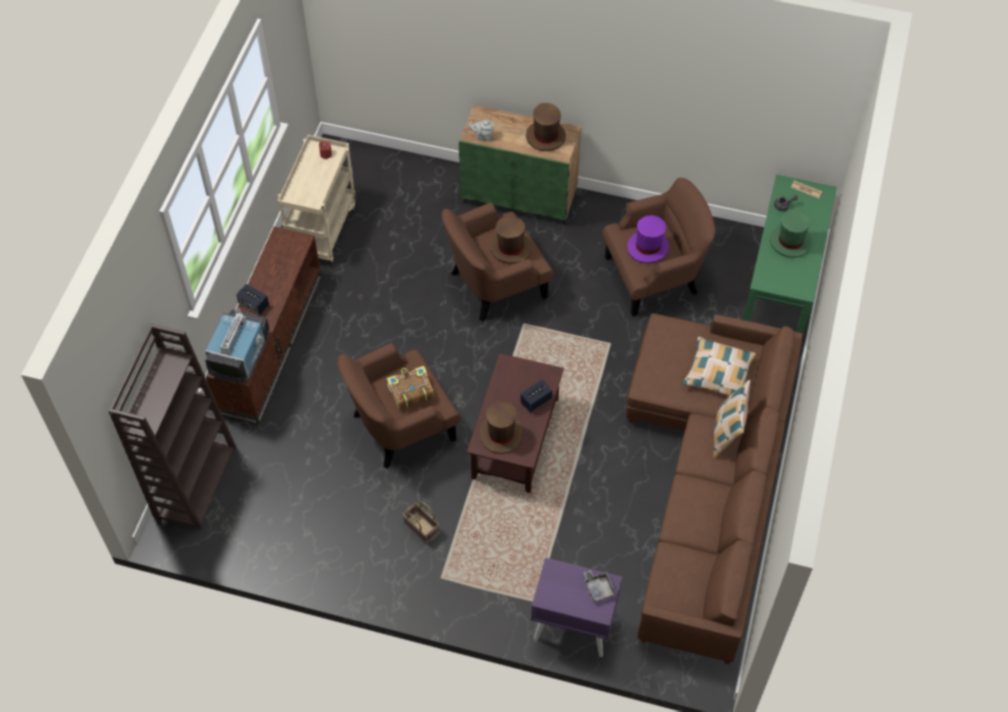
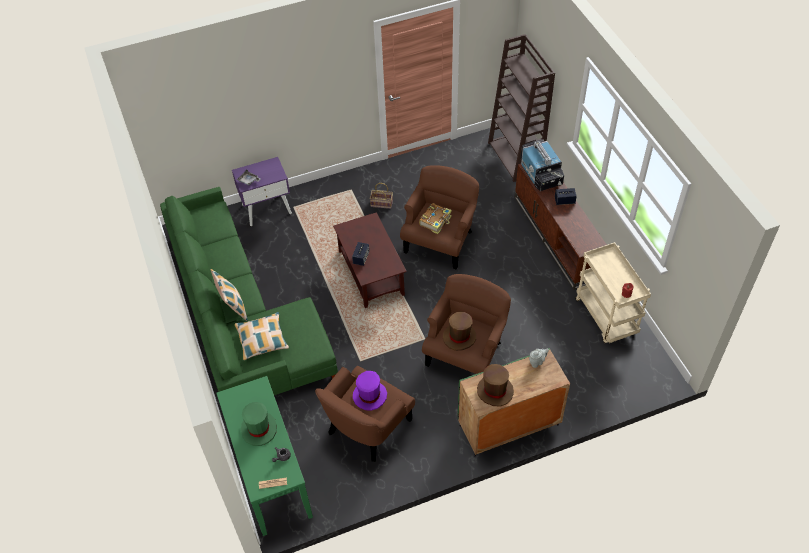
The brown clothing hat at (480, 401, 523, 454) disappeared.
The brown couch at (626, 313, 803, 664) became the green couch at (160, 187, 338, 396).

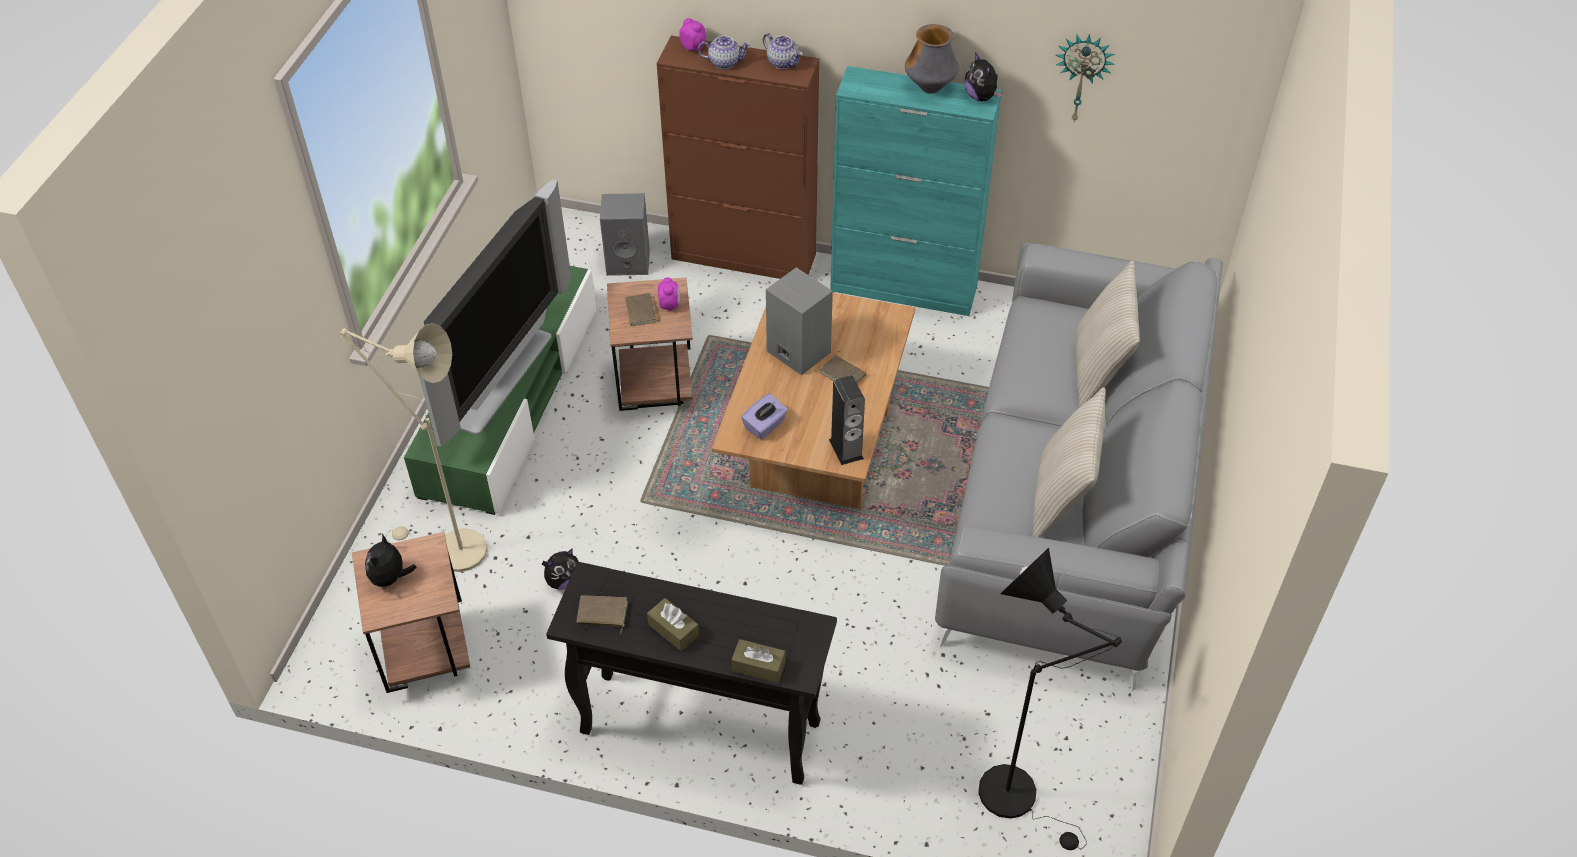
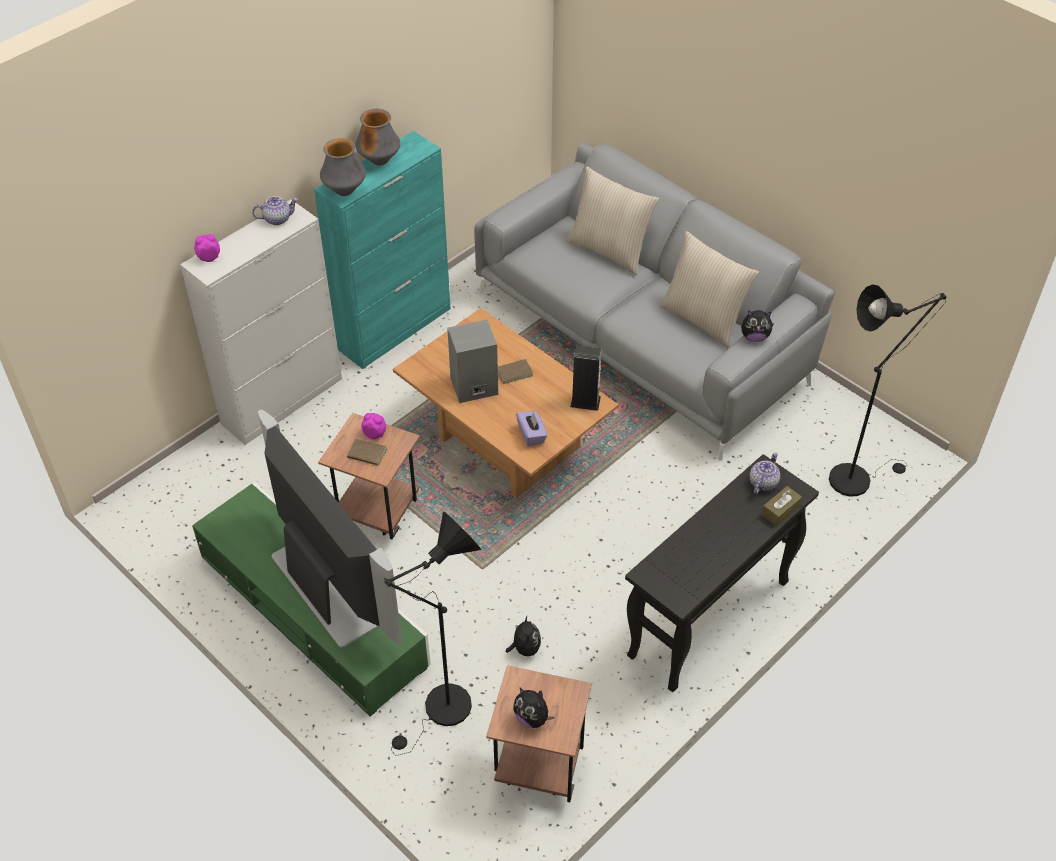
The beige floor lamp at (340, 323, 487, 572) became the black-coloured floor lamp at (384, 512, 481, 756).
The brown volume at (576, 595, 628, 634) disappeared.
The greyish speaker at (600, 193, 650, 276) disappeared.
The brown box of tissues at (647, 598, 699, 651) disappeared.
The brown storage cabinet at (657, 35, 819, 279) became the white storage cabinet at (180, 199, 342, 445).
The tea pot moved from (697, 36, 751, 69) to (750, 452, 780, 494).
The cuddly toy moved from (965, 52, 1001, 101) to (741, 310, 774, 342).
The clock on the wall at (1055, 34, 1114, 122) disappeared.
The decorative vase at (320, 138, 366, 196) appeared.

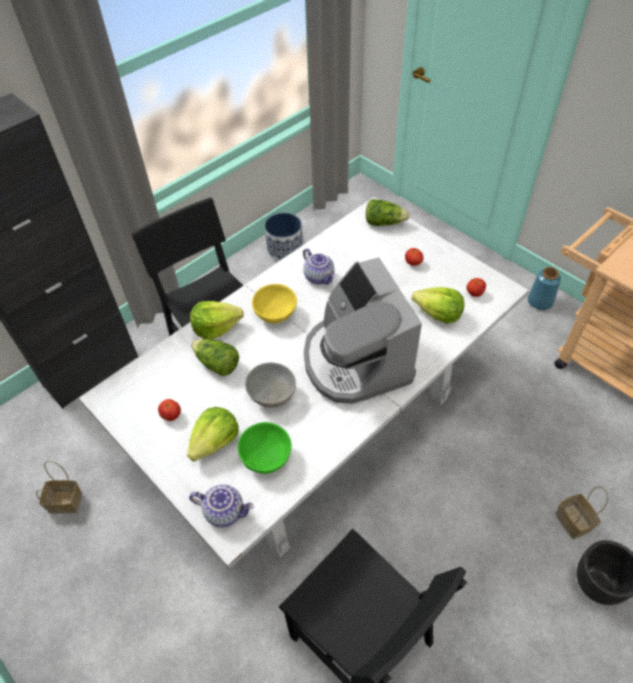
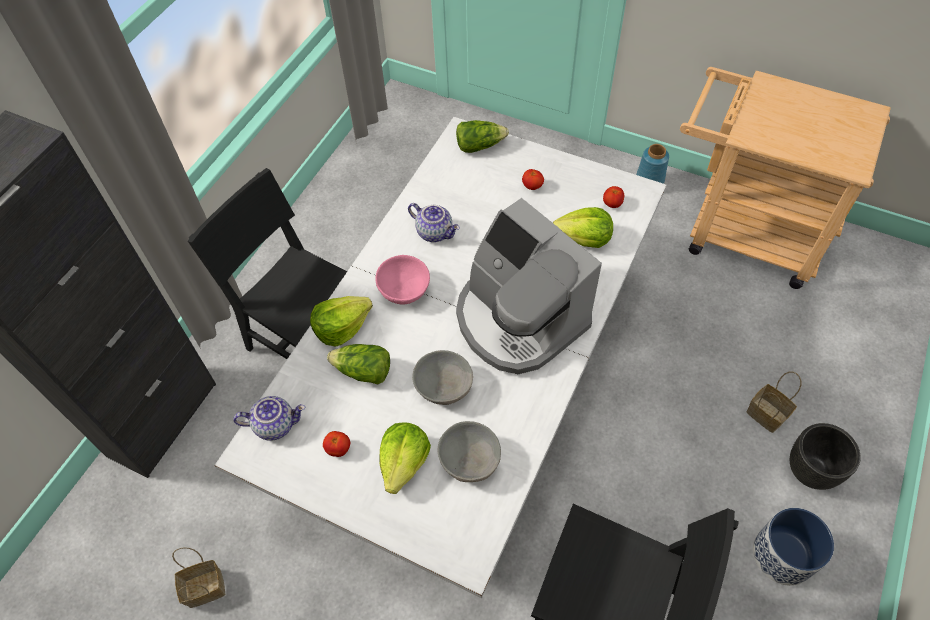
The tea pot moved from (189, 484, 254, 527) to (233, 396, 305, 441).
The green bowl at (238, 422, 291, 474) became the greyish bowl at (438, 421, 501, 482).
The yellowish bowl at (252, 284, 297, 323) became the pinkish bowl at (375, 255, 430, 304).
The plant pot moved from (264, 213, 303, 261) to (753, 508, 834, 586).

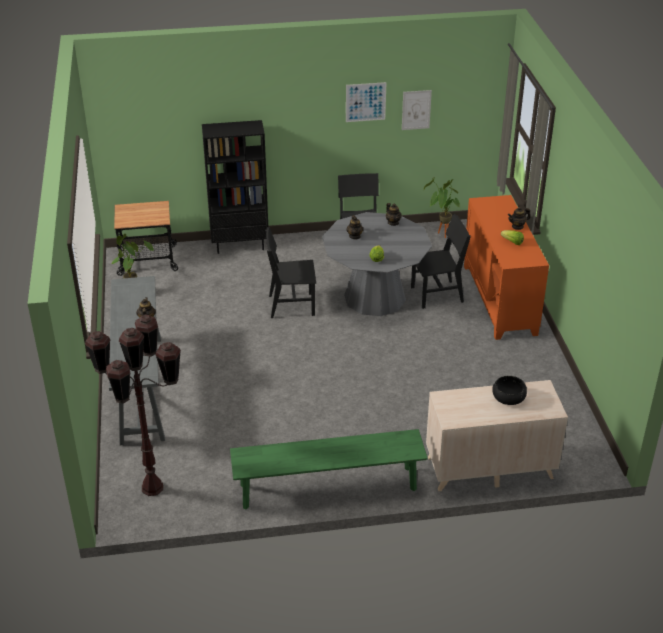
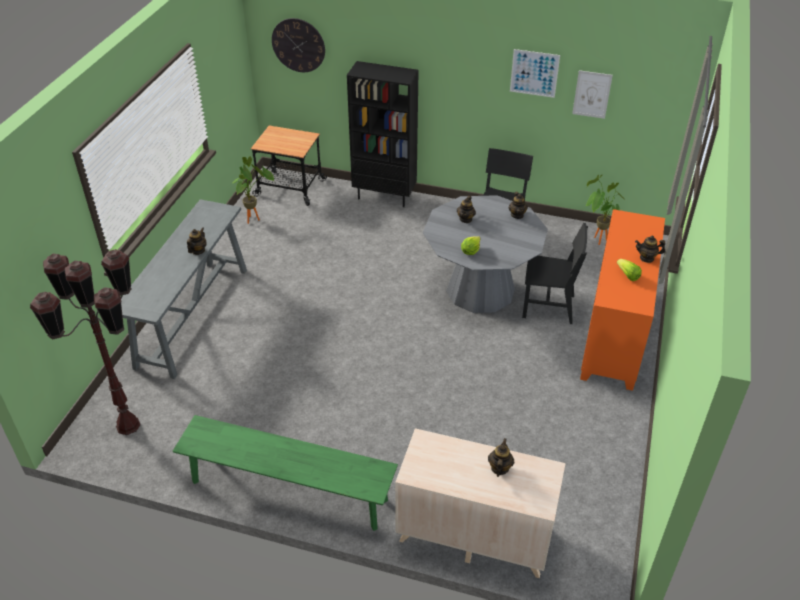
The black-coloured upright chair at (265, 227, 316, 318) disappeared.
The black-coloured bowl at (492, 376, 527, 405) was replaced by the tea pot at (488, 438, 515, 477).
The clock on the wall at (272, 18, 325, 72) appeared.

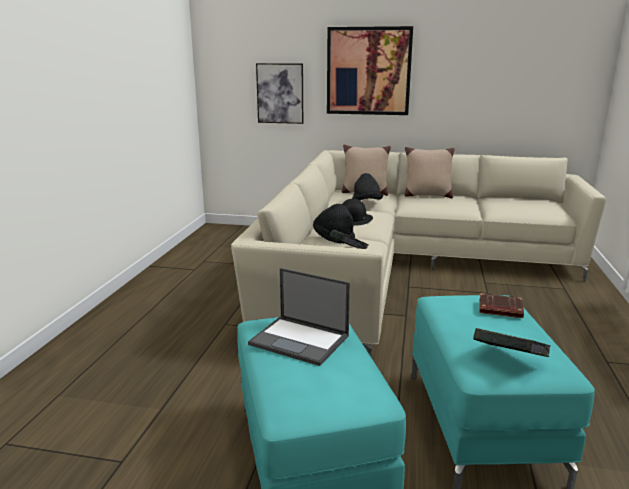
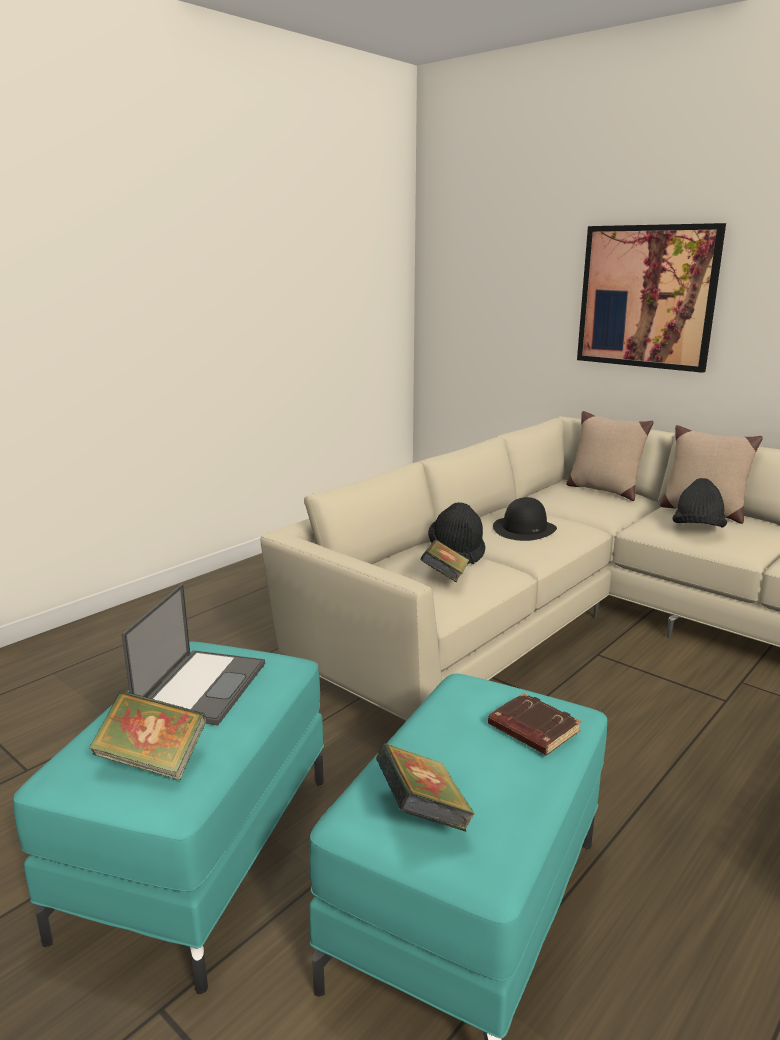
The portable computer at (248, 268, 350, 366) turned 135 degrees counterclockwise.
The wall picture at (256, 63, 303, 124) disappeared.
The black-coloured clothing hat moved from (352, 173, 383, 200) to (672, 478, 727, 528).
The volume at (89, 690, 207, 780) appeared.

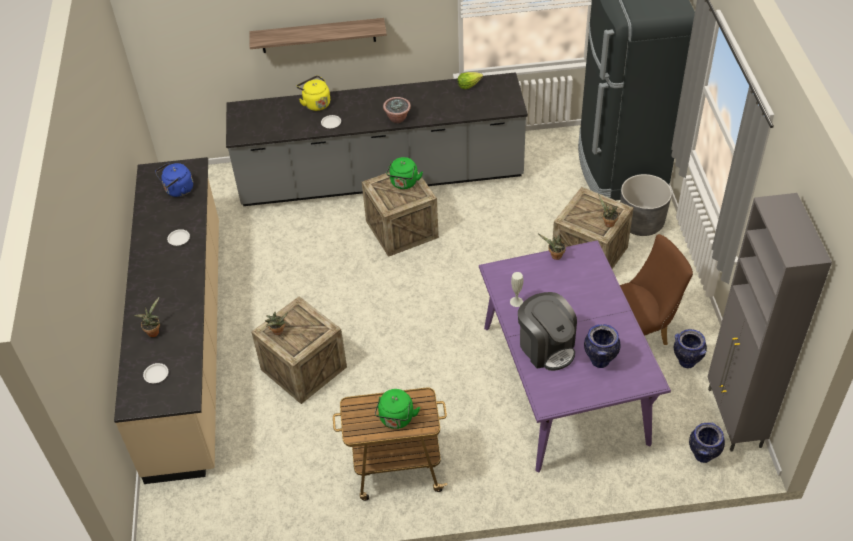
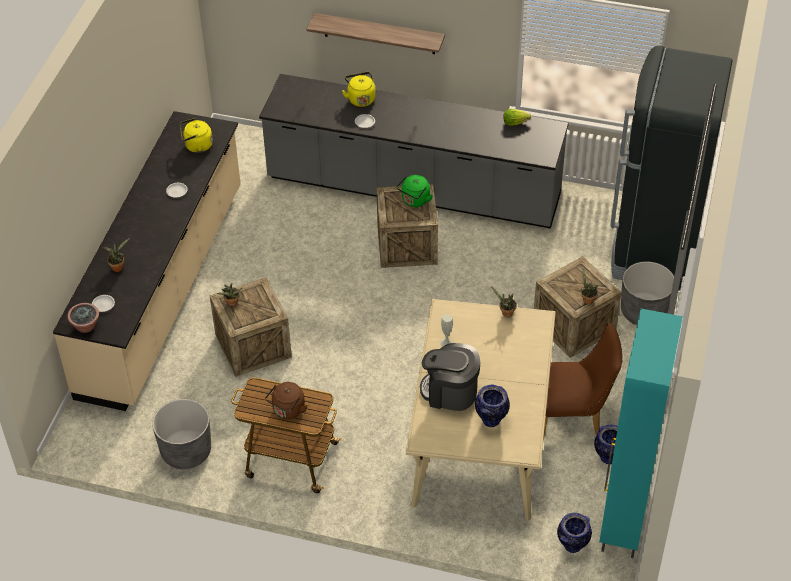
The bluish water kettle at (155, 163, 193, 197) became the yellowish water kettle at (180, 118, 213, 153).
The green water kettle at (375, 389, 420, 429) became the brown water kettle at (265, 382, 308, 419).
The houseplant moved from (383, 97, 411, 123) to (67, 303, 99, 333).
The purple-coloured kitchen table at (479, 240, 671, 472) became the beige kitchen table at (406, 299, 556, 521).
The coffee maker at (518, 292, 577, 371) turned 120 degrees clockwise.
The greyish storage cabinet at (708, 193, 832, 451) became the blue-green storage cabinet at (599, 308, 683, 558).
The greyish plant pot at (152, 399, 211, 469) appeared.

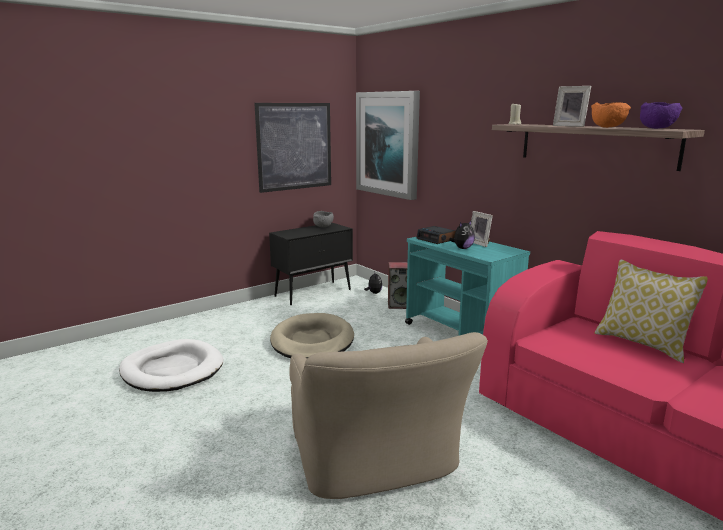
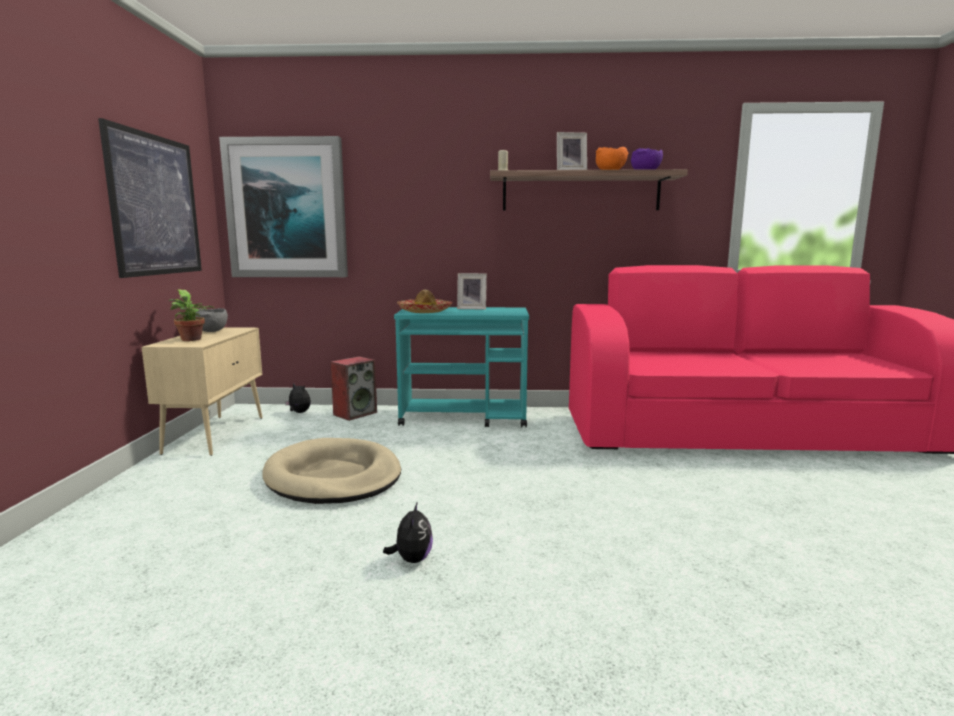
The white pet bed at (119, 339, 223, 392) disappeared.
The black-coloured storage cabinet at (269, 223, 353, 305) became the beige storage cabinet at (141, 327, 263, 456).
The beige lounge chair at (289, 332, 488, 499) disappeared.
The bedside clock at (416, 226, 456, 244) was replaced by the clothing hat at (397, 290, 453, 313).
The cuddly toy moved from (449, 220, 475, 249) to (383, 501, 433, 563).
The throw pillow at (595, 260, 708, 363) disappeared.
The houseplant at (169, 289, 214, 341) appeared.

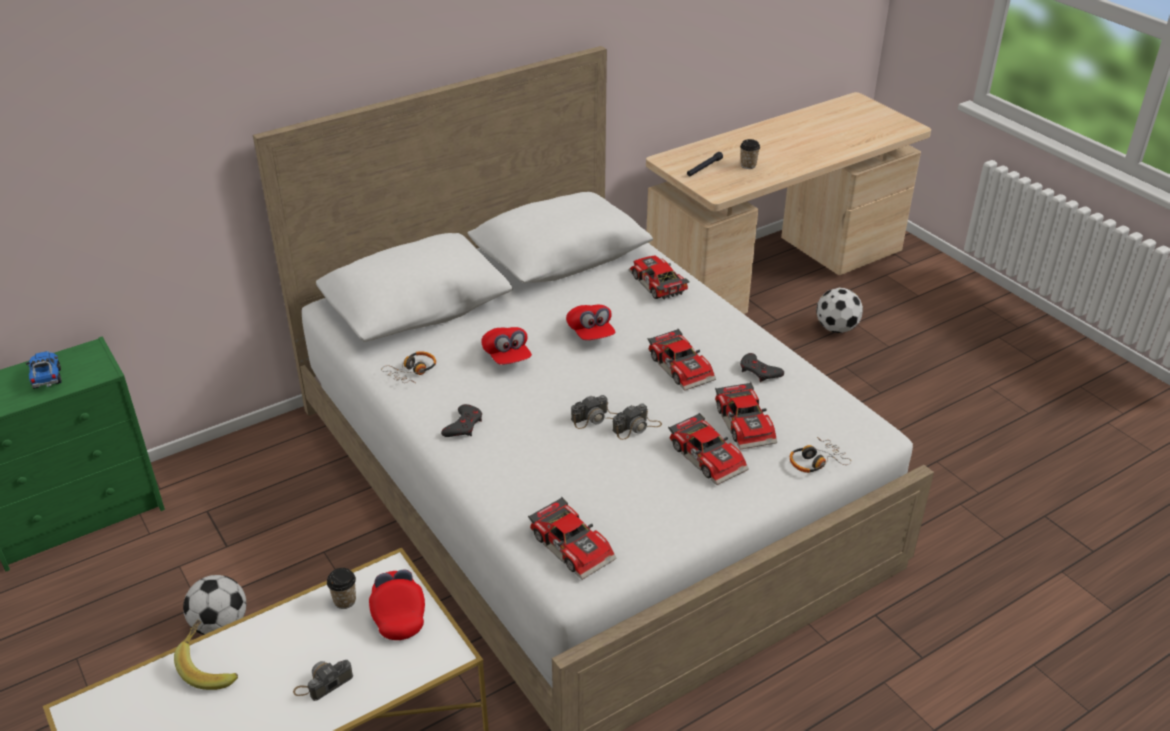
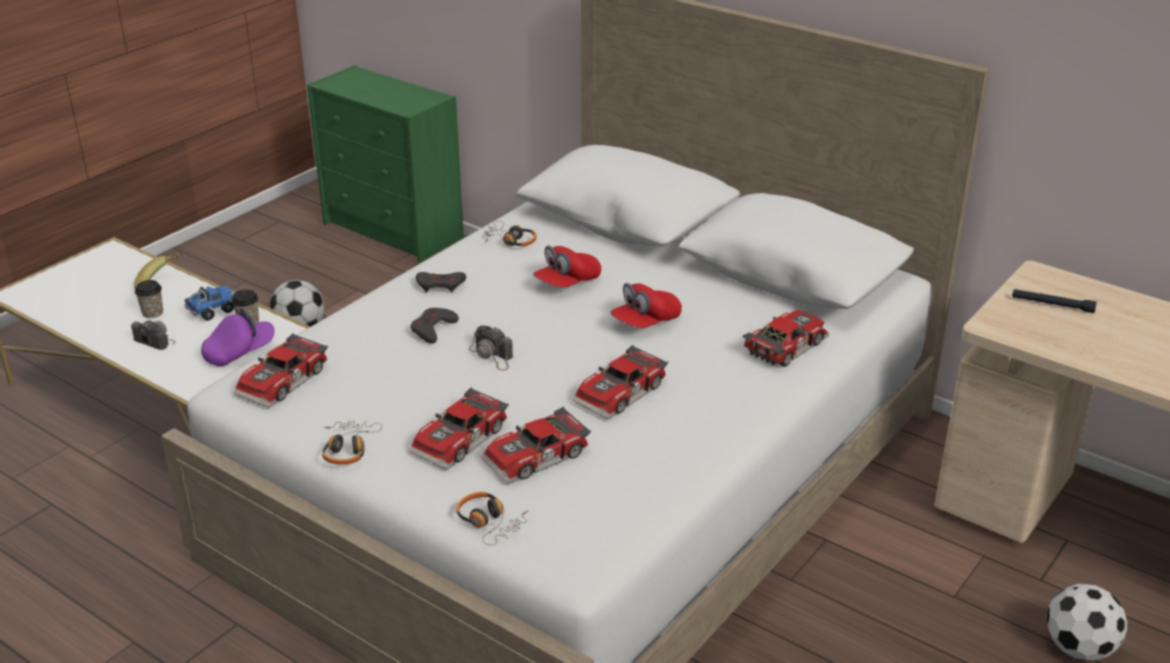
The model truck moved from (26, 351, 62, 389) to (185, 285, 235, 321).
The reddish cap at (369, 569, 425, 640) became the purple-coloured cap at (201, 307, 275, 366).
The photo camera at (613, 404, 662, 440) disappeared.
The small cup moved from (740, 139, 760, 169) to (135, 280, 163, 319).
The greyish joypad moved from (740, 353, 784, 382) to (411, 308, 459, 344).
The pair of headphones at (322, 421, 382, 465) appeared.

